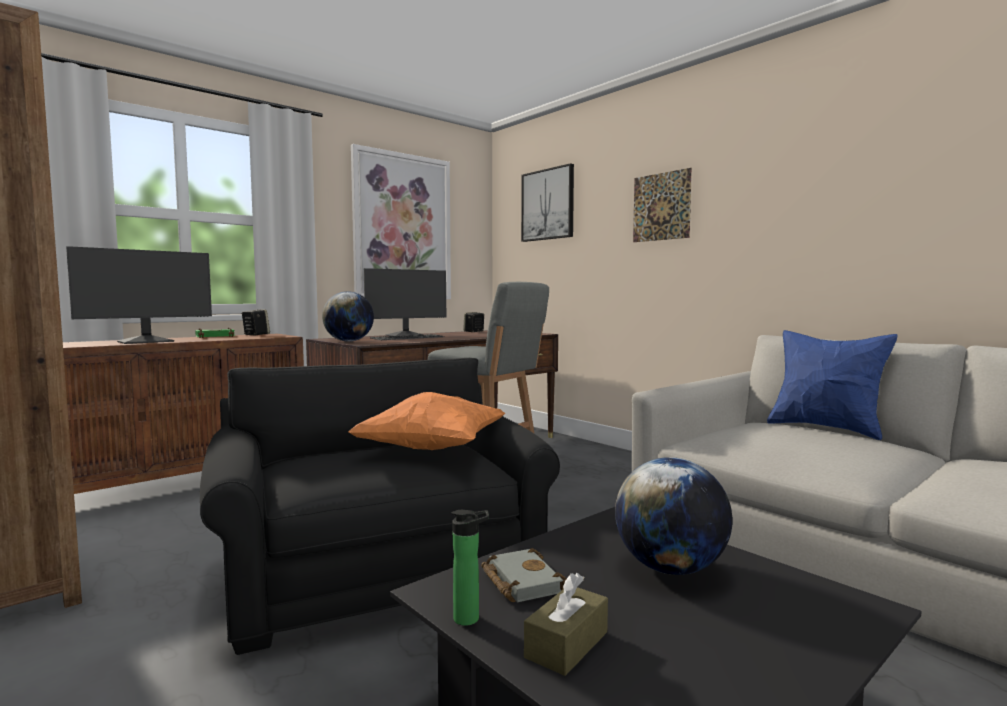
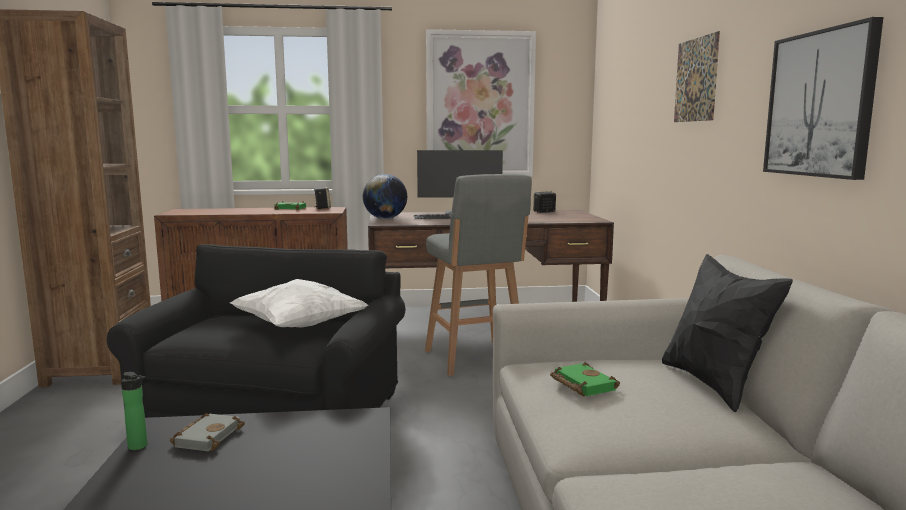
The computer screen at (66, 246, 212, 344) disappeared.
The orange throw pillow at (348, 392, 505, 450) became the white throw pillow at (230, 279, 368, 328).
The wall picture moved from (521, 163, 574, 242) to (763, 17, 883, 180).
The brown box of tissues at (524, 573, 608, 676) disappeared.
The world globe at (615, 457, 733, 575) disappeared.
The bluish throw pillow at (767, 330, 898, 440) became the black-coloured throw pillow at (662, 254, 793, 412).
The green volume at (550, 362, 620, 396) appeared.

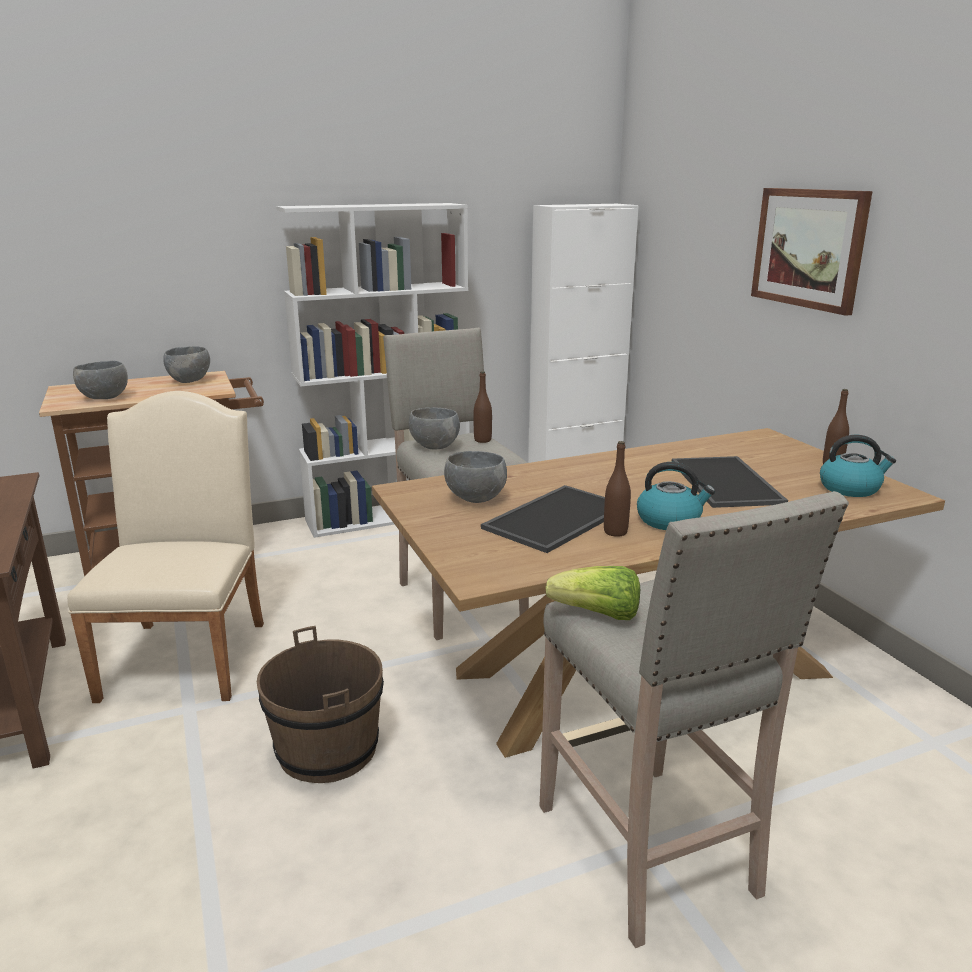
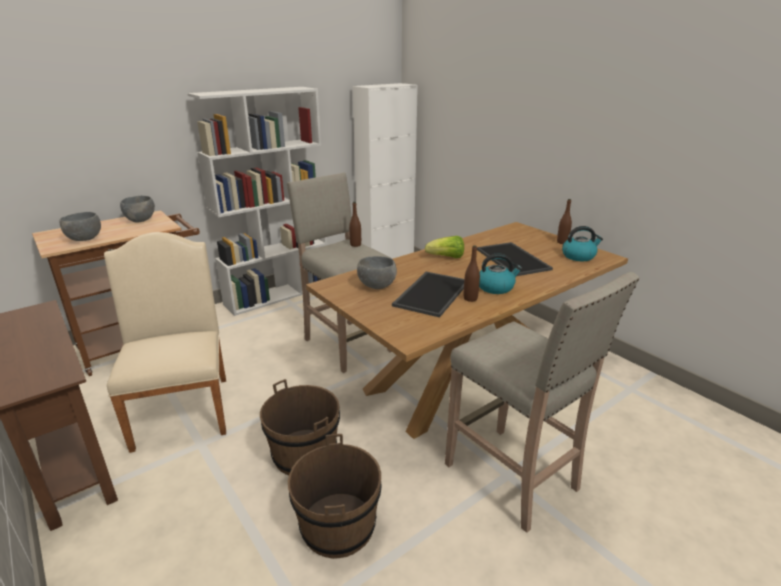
The greyish bowl at (409, 407, 460, 450) disappeared.
The head of lettuce moved from (545, 566, 640, 620) to (425, 236, 464, 258).
The wall picture at (751, 188, 872, 316) disappeared.
The brown pail at (288, 434, 382, 559) appeared.

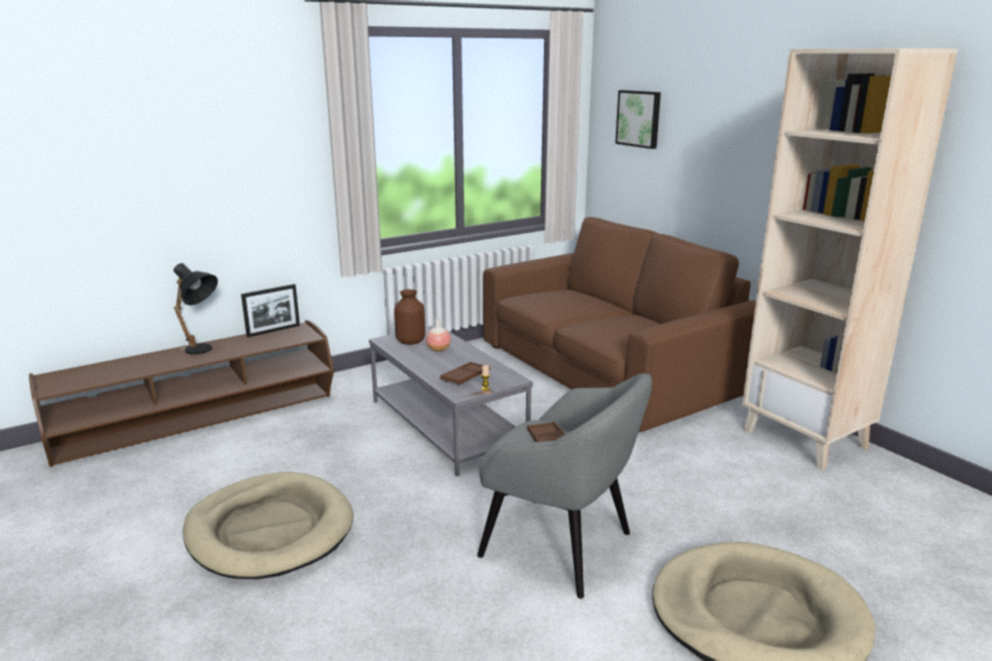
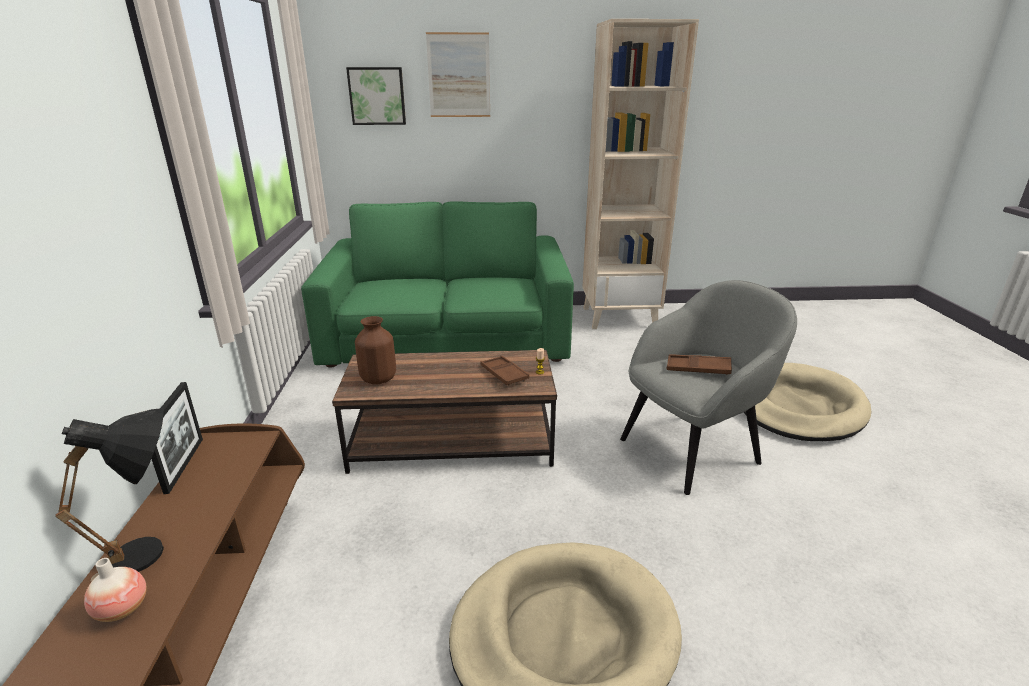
The greyish coffee table at (369, 325, 533, 476) became the brown coffee table at (332, 350, 557, 474).
The decorative vase moved from (426, 319, 451, 352) to (84, 558, 147, 622).
The brown couch at (483, 217, 756, 432) became the green couch at (301, 201, 574, 368).
The wall picture at (426, 32, 490, 117) appeared.

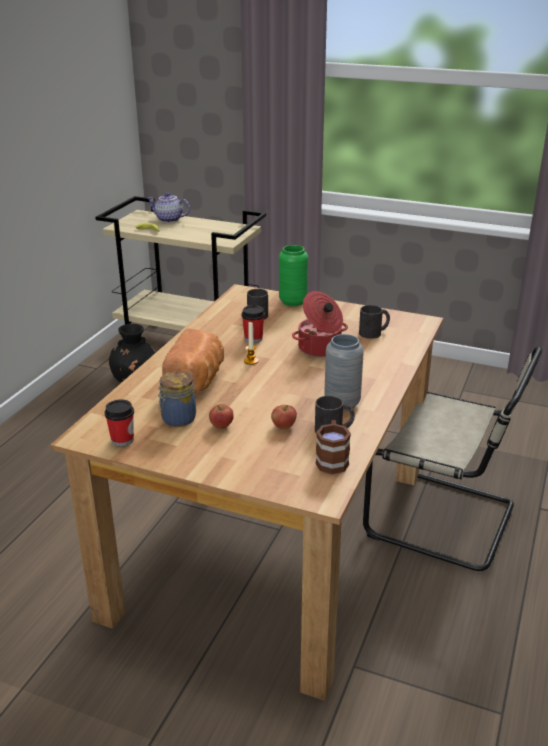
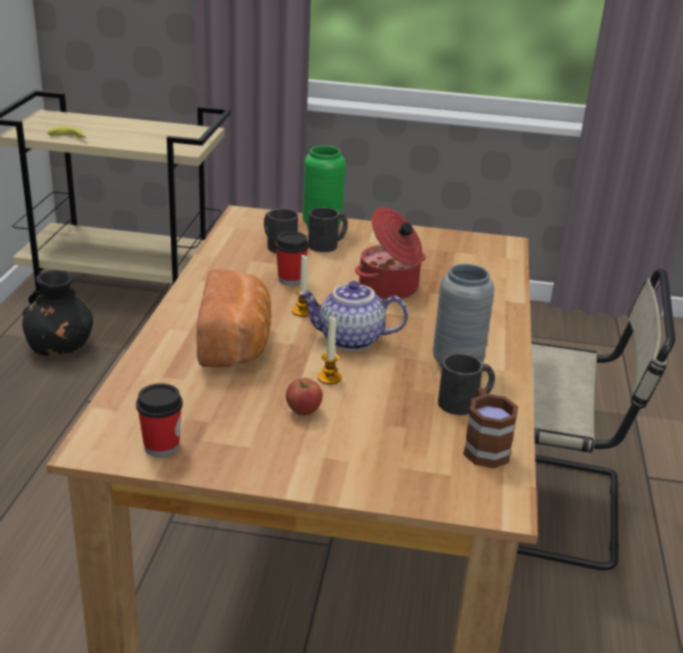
The tea pot moved from (147, 192, 190, 223) to (298, 281, 408, 351).
The storage jar at (158, 371, 196, 427) disappeared.
The apple at (271, 405, 297, 429) disappeared.
The black-coloured mug moved from (359, 305, 390, 339) to (308, 207, 348, 252).
The candle at (317, 316, 341, 385) appeared.

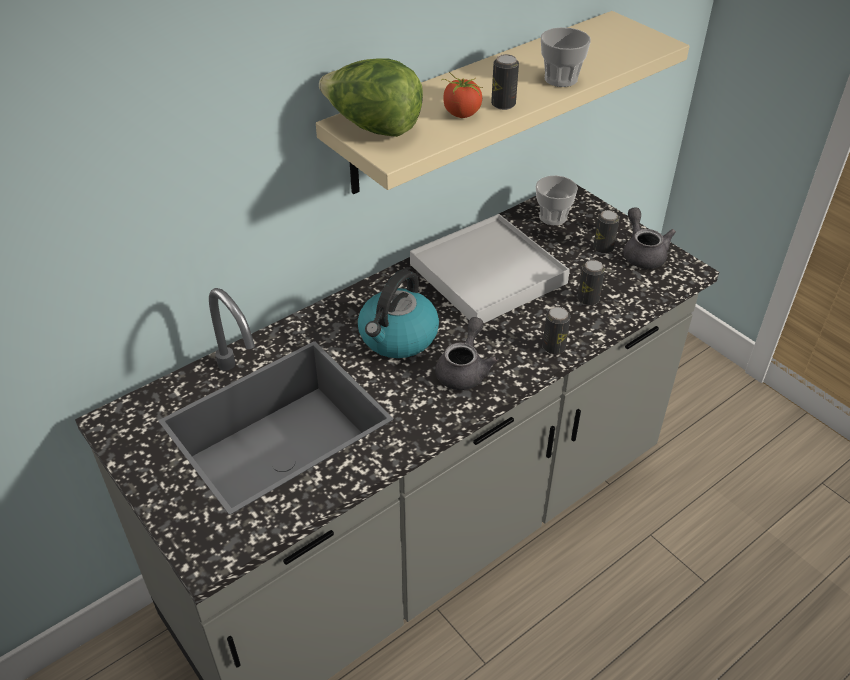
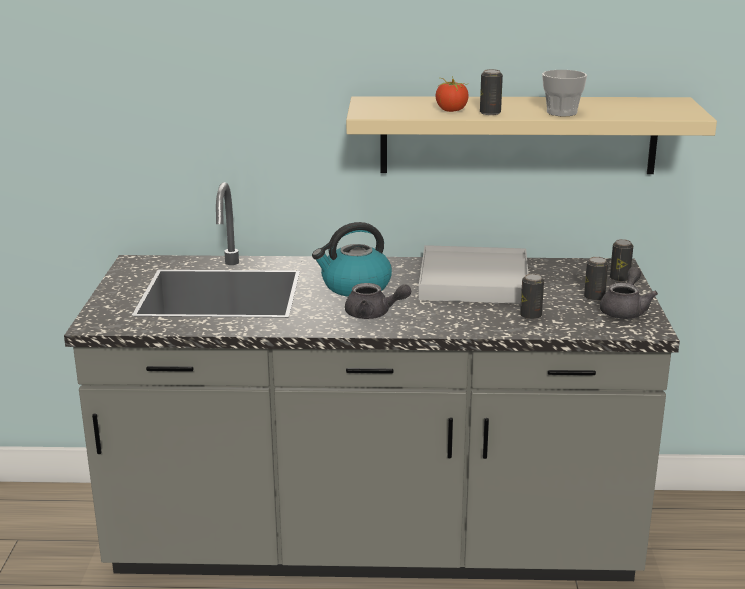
The head of lettuce at (319, 58, 423, 137) disappeared.
The greyish tea pot at (435, 317, 498, 390) turned 45 degrees clockwise.
The small cup at (536, 175, 578, 225) disappeared.
The can moved from (542, 307, 570, 354) to (610, 239, 633, 282).

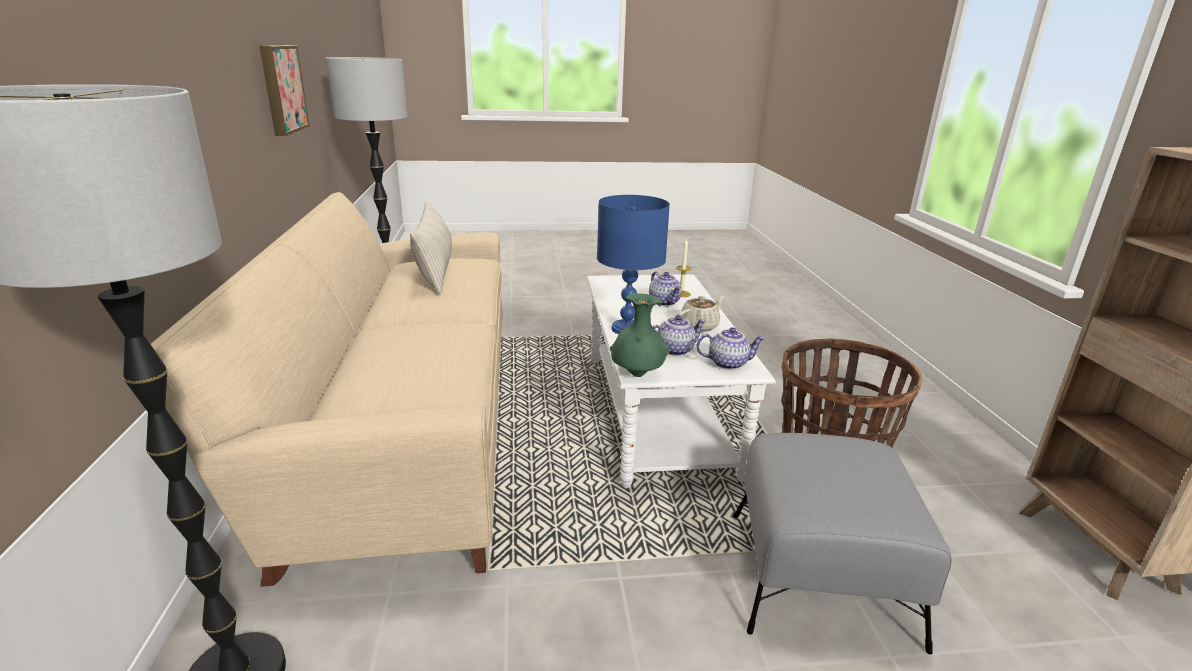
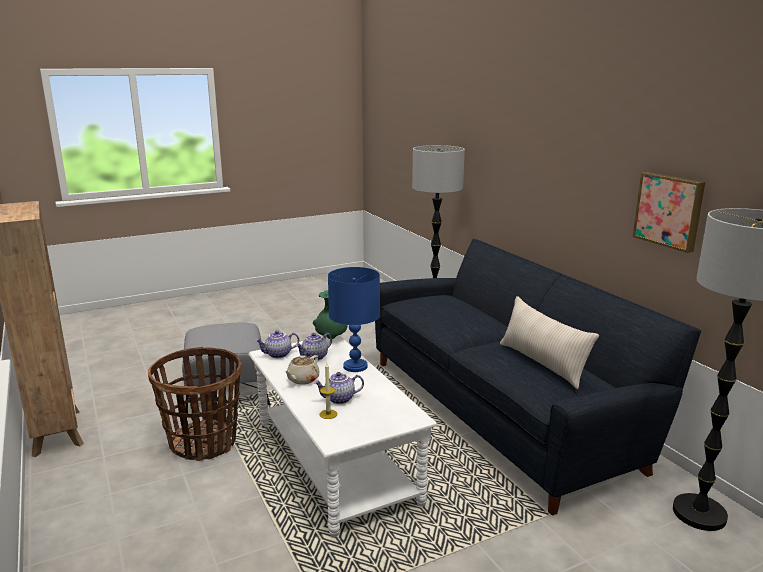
The beige couch at (151, 192, 502, 587) became the black-coloured couch at (375, 239, 701, 516).
The tea pot at (649, 271, 682, 306) turned 60 degrees counterclockwise.

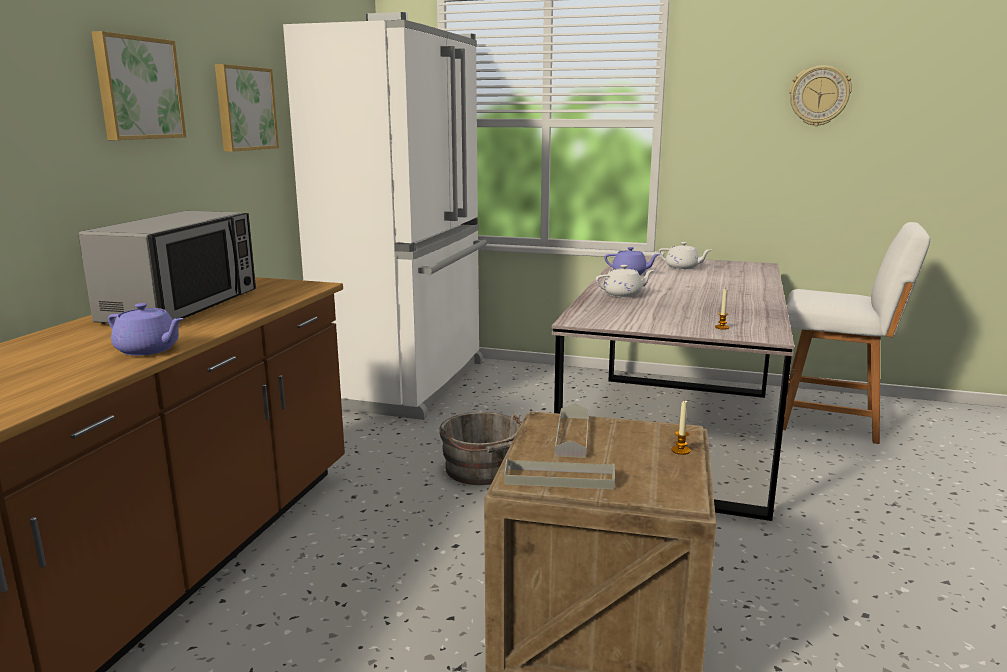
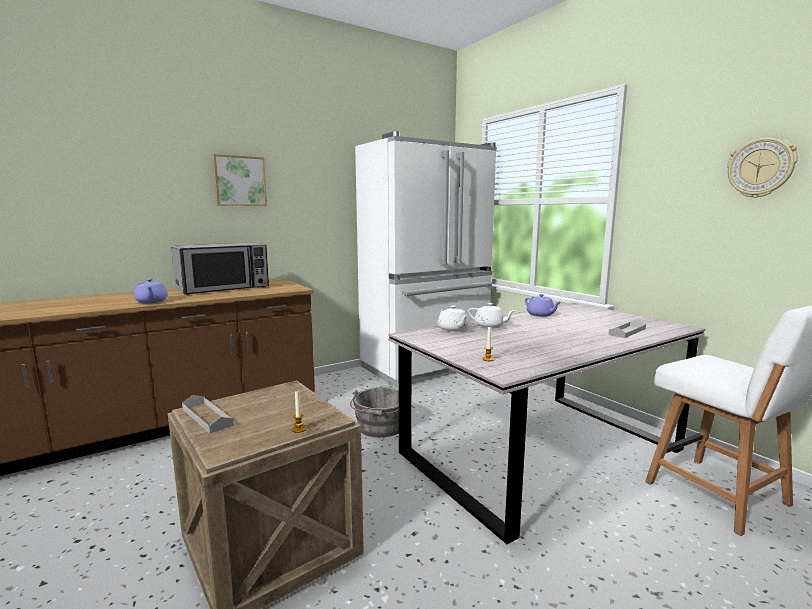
The wall picture at (215, 64, 279, 152) disappeared.
The greyish carrying tray moved from (555, 403, 589, 458) to (608, 319, 646, 338).
The white tea pot moved from (658, 242, 711, 270) to (437, 305, 469, 332).

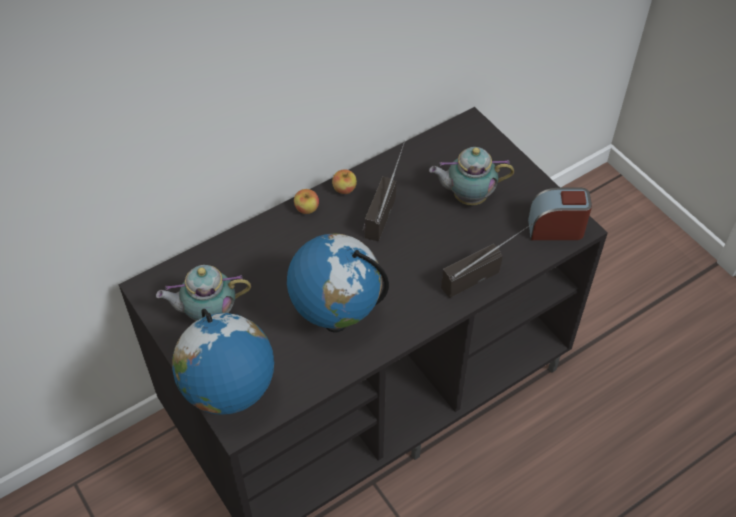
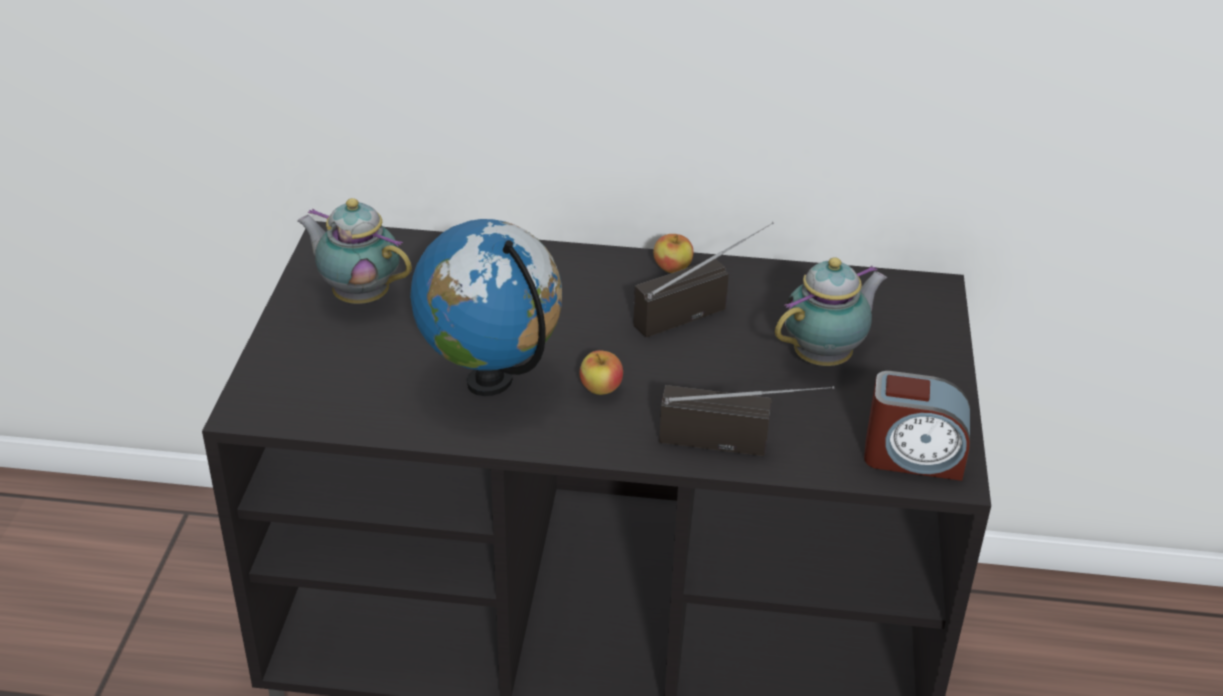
The world globe at (172, 309, 274, 415) disappeared.
The apple moved from (294, 189, 319, 214) to (579, 350, 623, 395).
The tea pot at (429, 147, 514, 205) turned 105 degrees clockwise.
The bedside clock at (528, 188, 592, 240) turned 150 degrees clockwise.

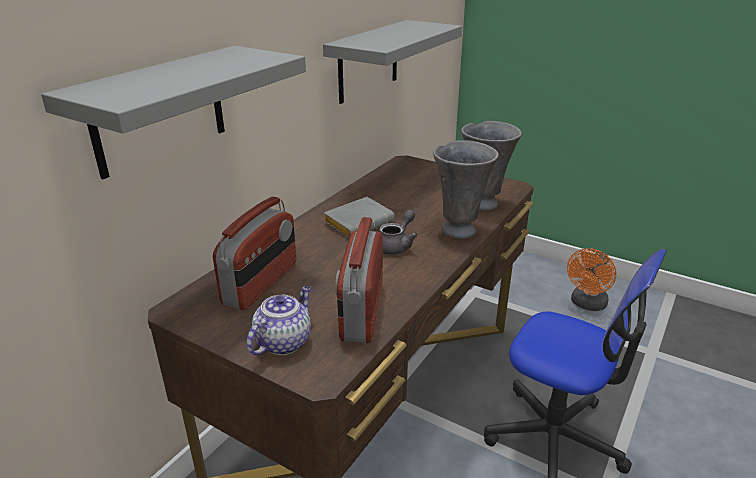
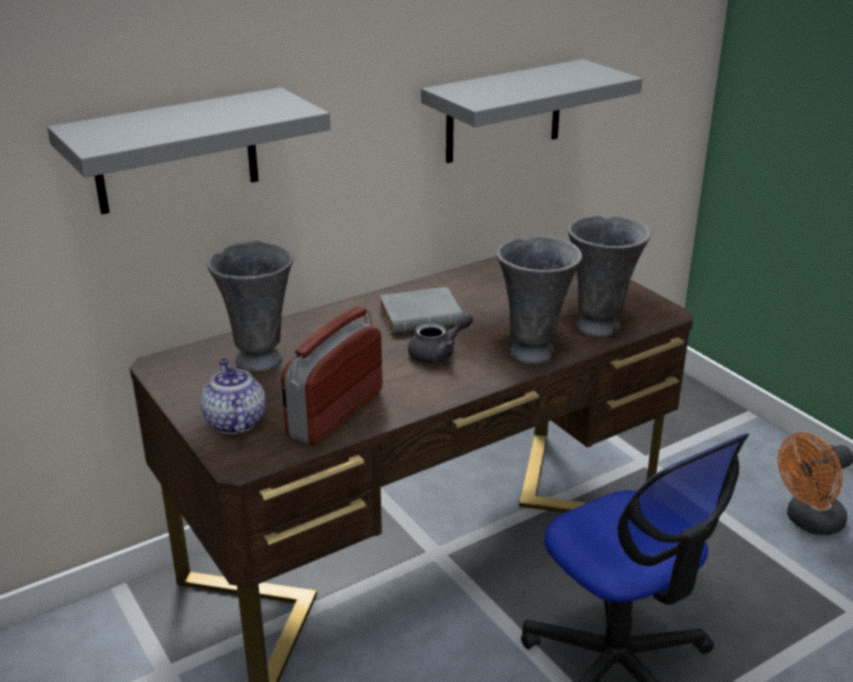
The radio receiver at (213, 197, 297, 310) was replaced by the greyish decorative vase at (207, 241, 294, 372).
The tea pot at (247, 286, 311, 355) turned 75 degrees counterclockwise.

